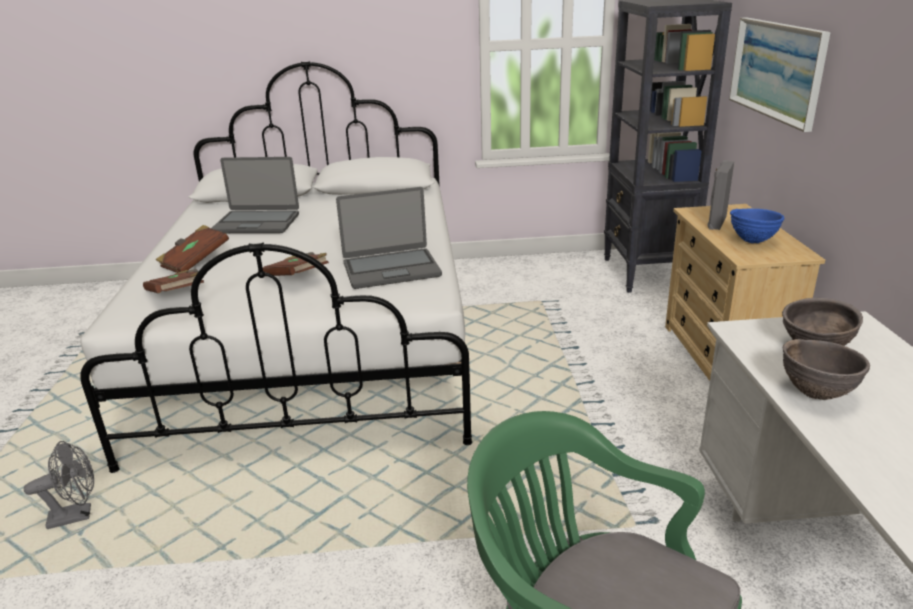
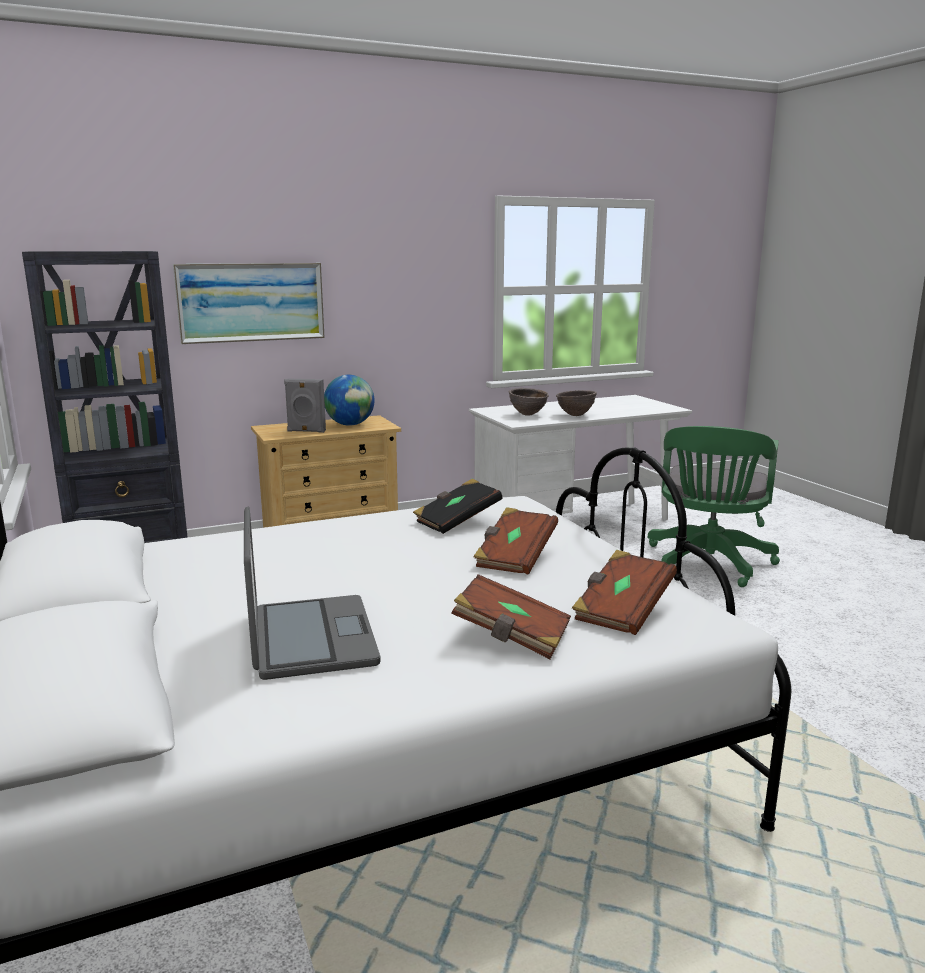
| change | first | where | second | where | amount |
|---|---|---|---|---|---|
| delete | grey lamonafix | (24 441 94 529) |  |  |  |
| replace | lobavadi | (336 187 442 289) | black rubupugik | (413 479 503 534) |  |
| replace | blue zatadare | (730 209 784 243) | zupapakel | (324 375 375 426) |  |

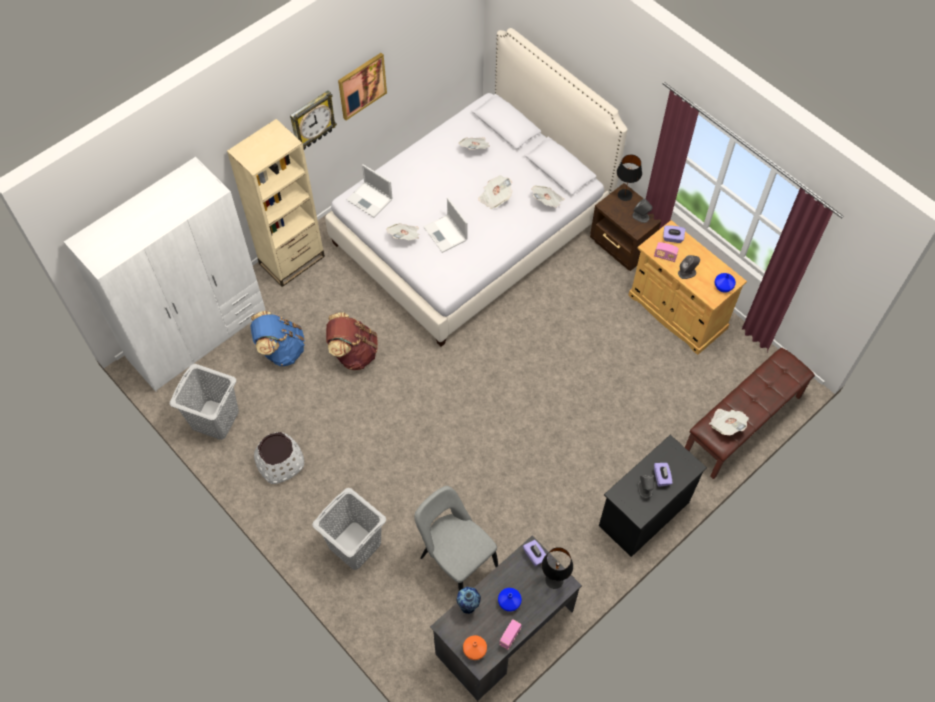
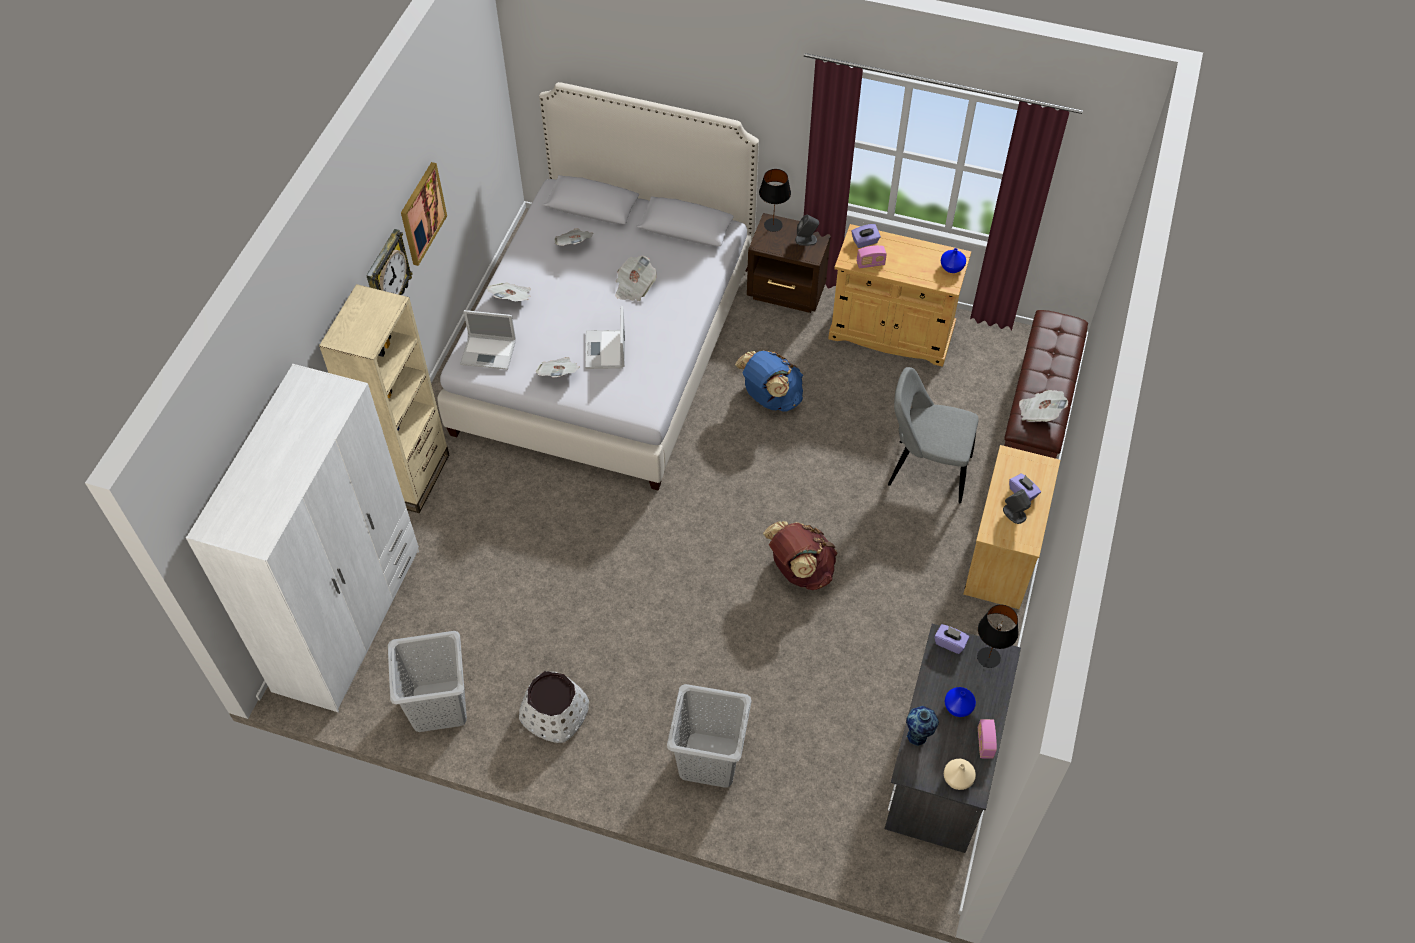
| change | first | where | second | where | amount |
|---|---|---|---|---|---|
| move | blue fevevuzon | (250 311 305 366) |  | (735 350 803 412) |  |
| move | brown fevevuzon | (326 312 378 370) |  | (763 521 838 590) |  |
| move | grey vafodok | (414 486 498 591) |  | (888 367 979 503) |  |
| rotate | lobavadi | (424 198 468 253) |  | (585 306 625 369) | 60 degrees clockwise |
| recolor | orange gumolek | (463 635 487 660) | beige gumolek | (944 759 976 790) |  |
| move | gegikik | (531 185 565 208) |  | (487 282 531 301) |  |
| recolor | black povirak | (599 435 707 557) | beige povirak | (964 445 1060 609) |  |
| delete | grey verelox | (678 255 700 279) |  |  |  |

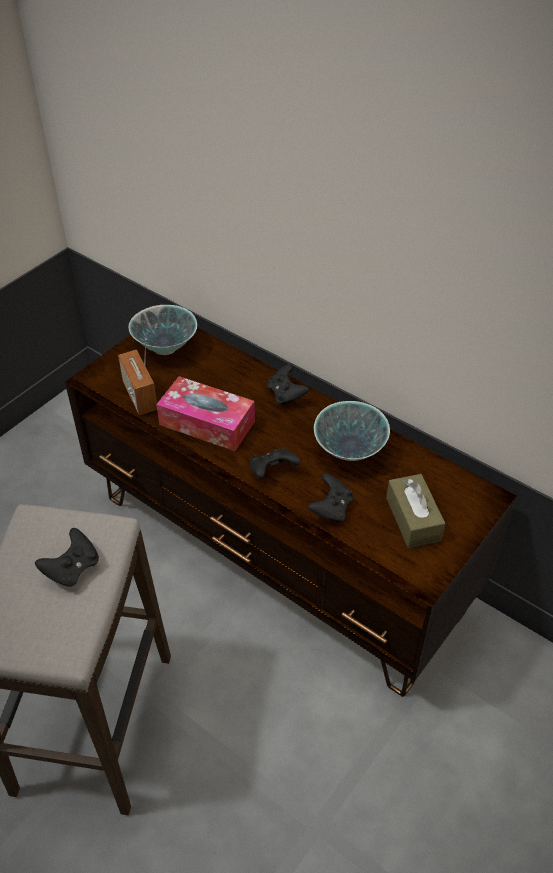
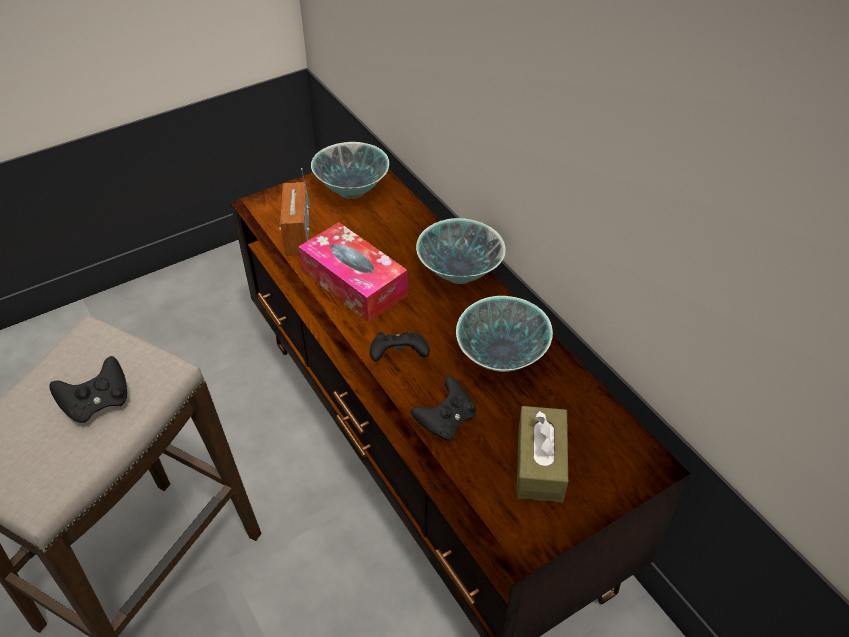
| change | first | where | second | where | amount |
|---|---|---|---|---|---|
| replace | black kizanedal | (267 363 310 406) | zatadare | (416 218 506 284) |  |

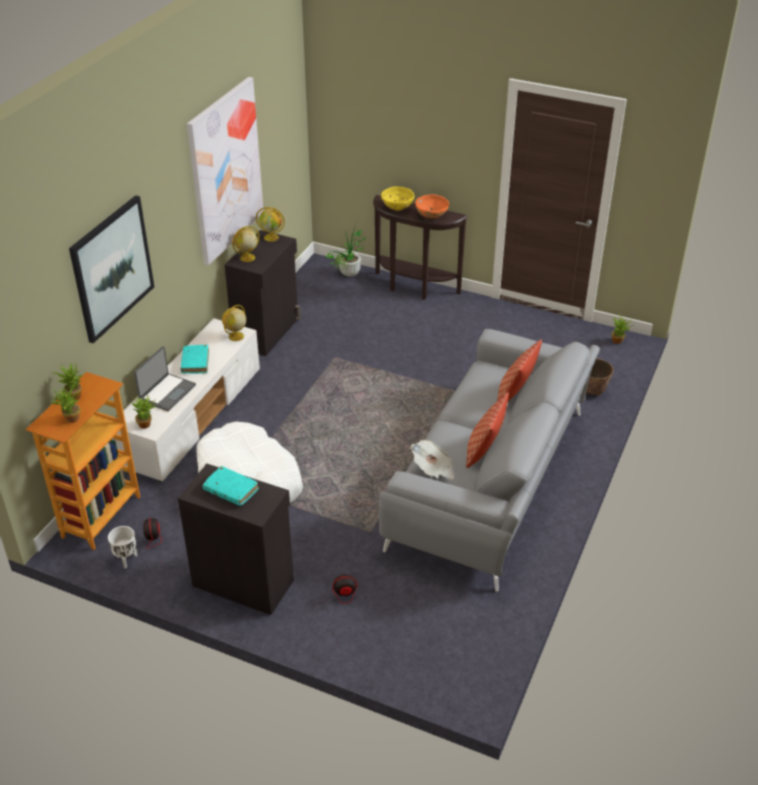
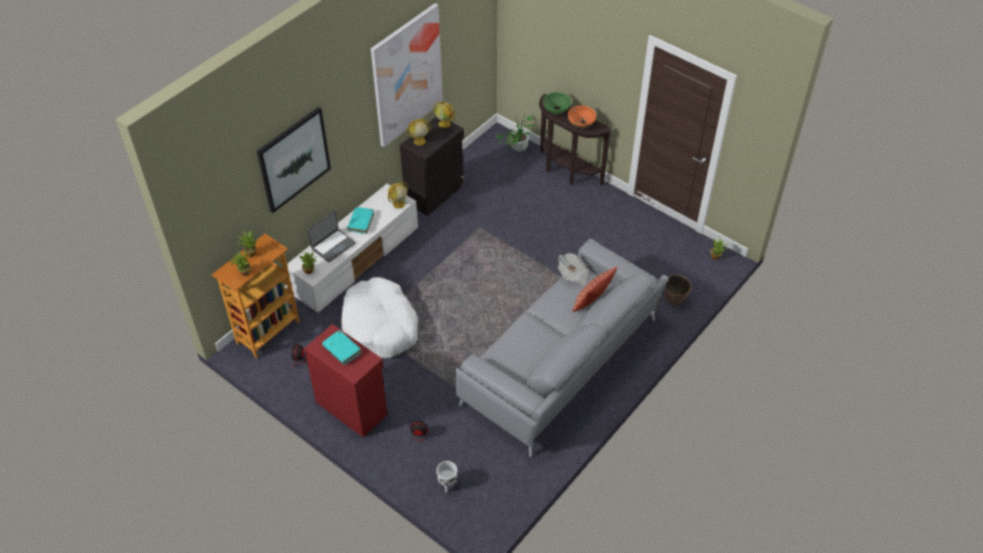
| change | first | where | second | where | amount |
|---|---|---|---|---|---|
| move | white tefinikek | (108 526 138 569) |  | (436 461 457 492) |  |
| recolor | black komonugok | (178 464 294 615) | red komonugok | (304 324 387 438) |  |
| recolor | yellow zatadare | (381 186 414 211) | green zatadare | (543 92 571 115) |  |
| move | gegikik | (411 440 454 479) |  | (558 253 588 285) |  |
| delete | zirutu | (466 392 509 468) |  |  |  |

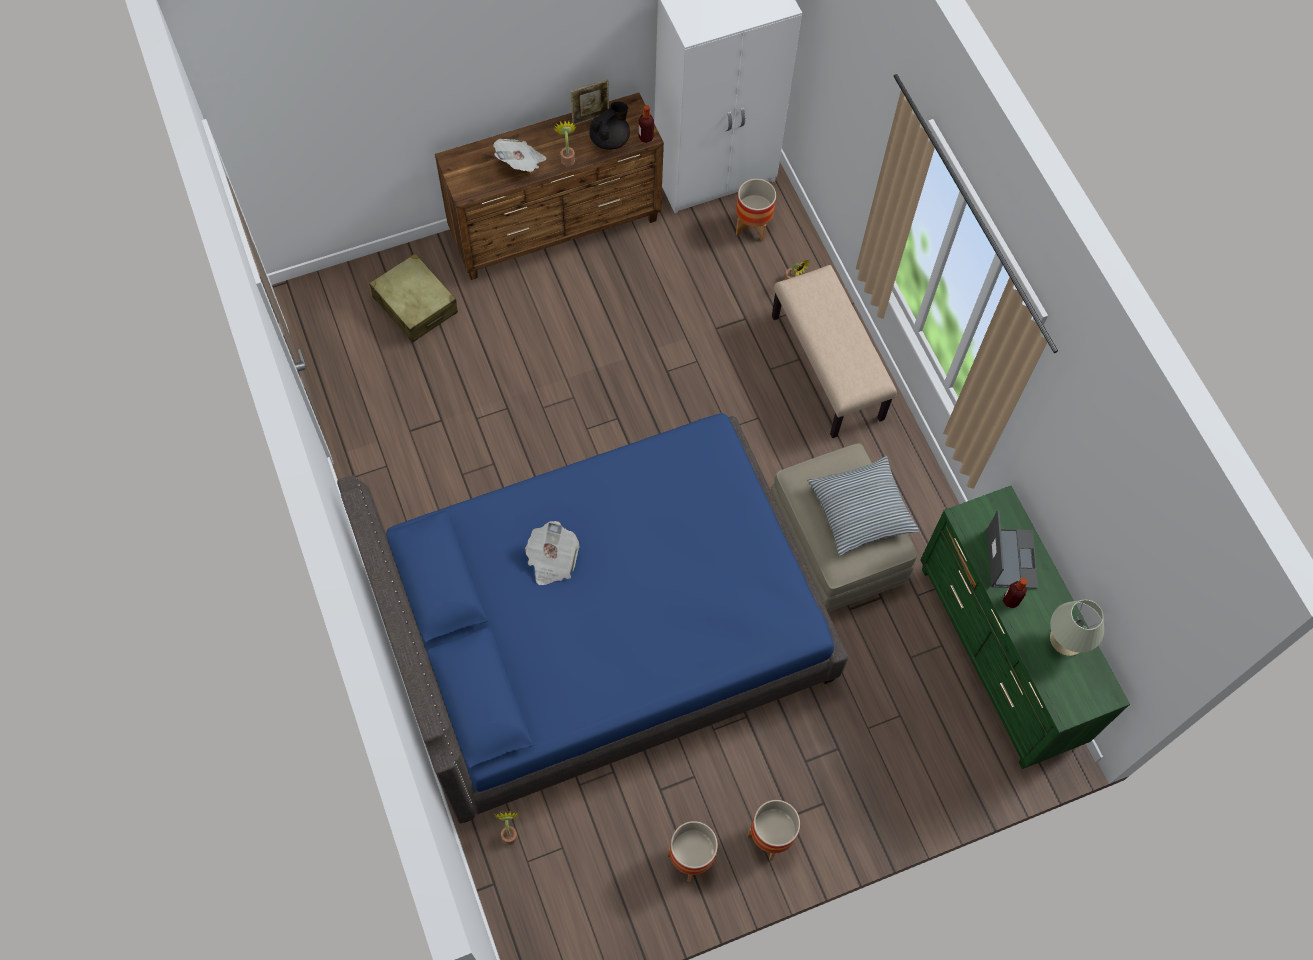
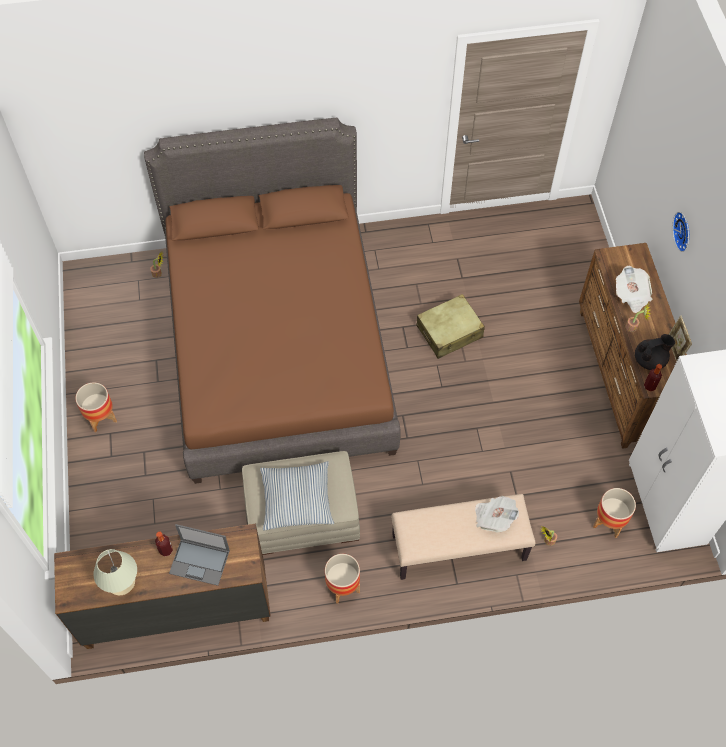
| change | first | where | second | where | amount |
|---|---|---|---|---|---|
| recolor | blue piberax | (337 413 848 823) | brown piberax | (144 117 401 484) |  |
| move | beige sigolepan | (369 253 458 343) |  | (416 294 485 359) |  |
| move | gegikik | (525 521 580 585) |  | (475 496 519 533) |  |
| rotate | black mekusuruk | (589 102 630 150) |  | (635 334 675 370) | 75 degrees counterclockwise |
| move | tefinikek | (668 821 718 882) |  | (325 554 360 604) |  |
| recolor | green povirak | (920 486 1130 769) | brown povirak | (54 524 271 649) |  |
| insert |  |  | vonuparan | (672 212 689 252) |  |

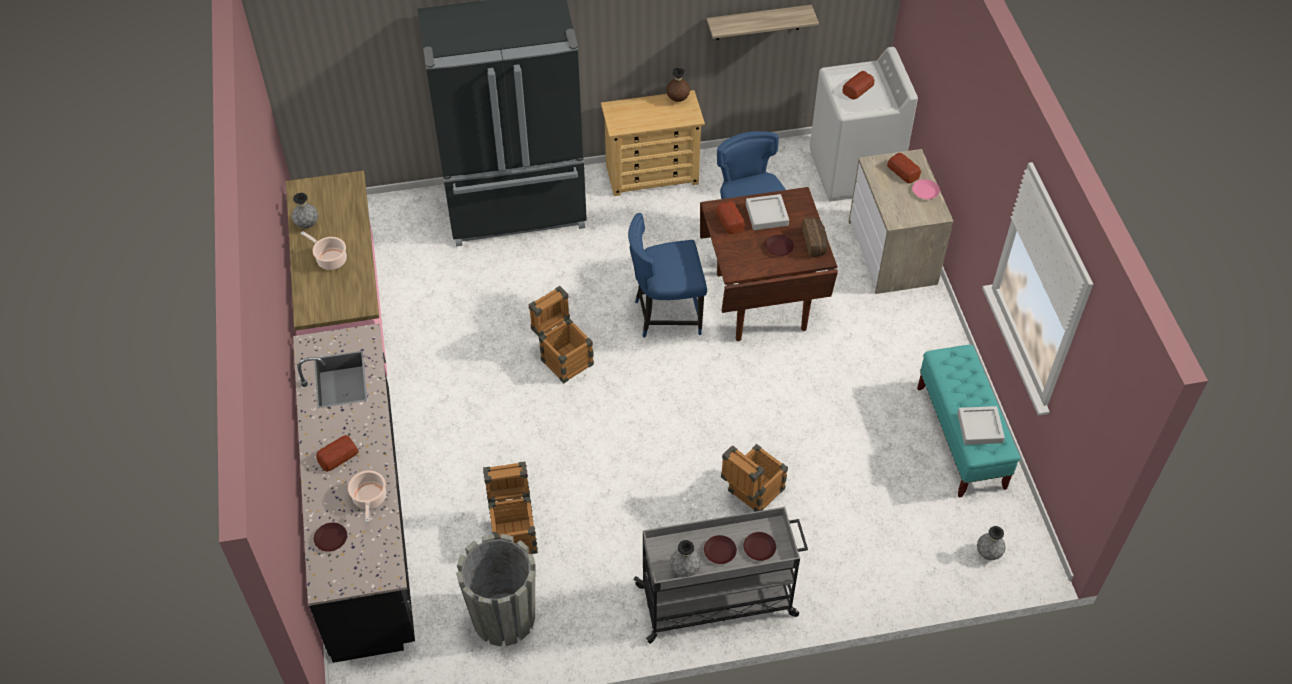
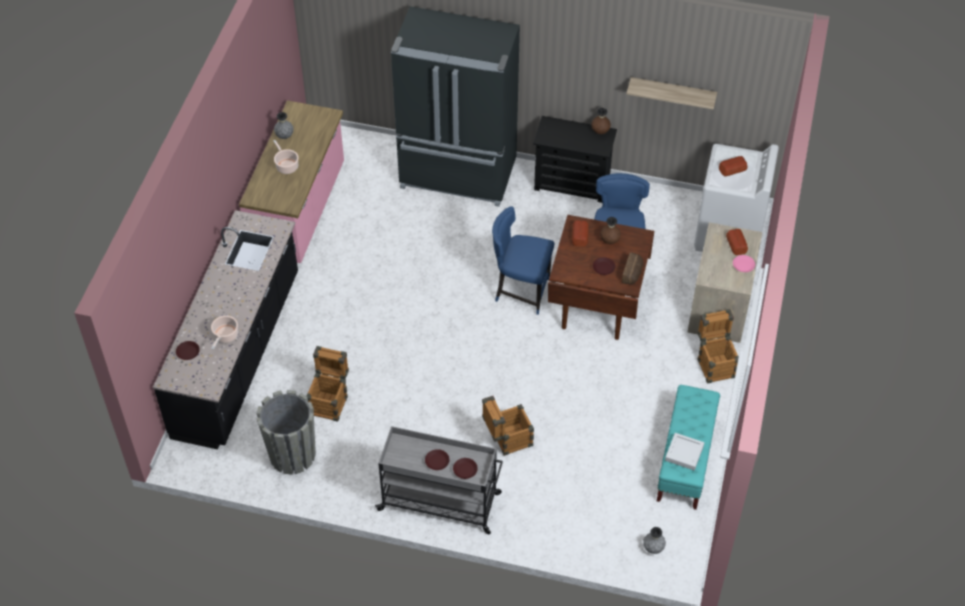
| change | first | where | second | where | amount |
|---|---|---|---|---|---|
| delete | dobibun | (316 435 358 472) |  |  |  |
| move | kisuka | (529 286 594 384) |  | (697 309 739 384) |  |
| recolor | beige povirak | (601 90 705 196) | black povirak | (533 116 617 203) |  |
| delete | grey gumolek | (670 540 701 577) |  |  |  |
| replace | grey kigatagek | (746 194 789 230) | brown gumolek | (600 217 621 244) |  |

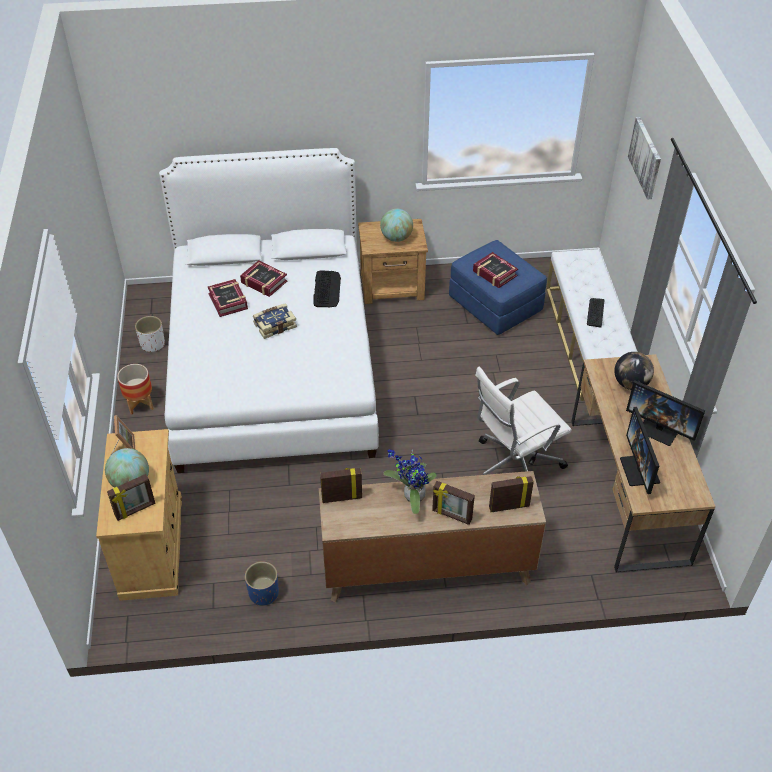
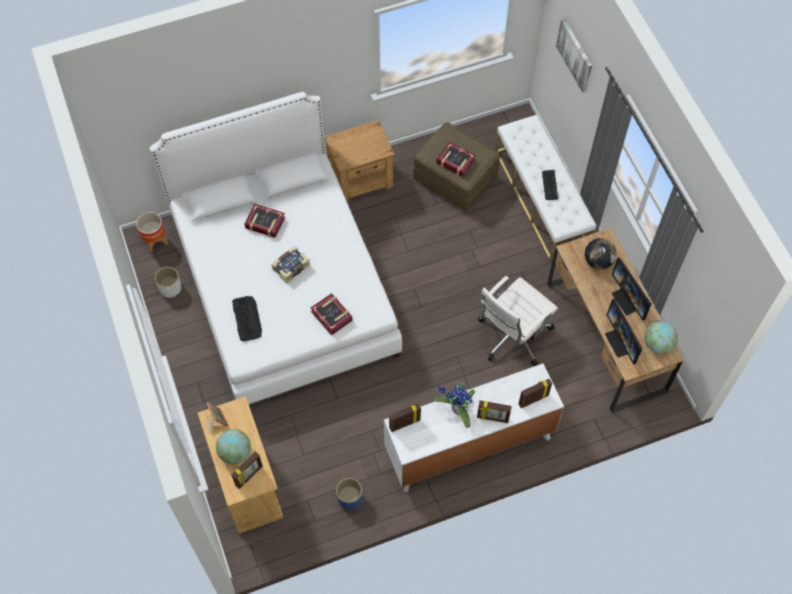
| change | first | where | second | where | amount |
|---|---|---|---|---|---|
| move | tefinikek | (117 364 154 415) |  | (136 212 168 253) |  |
| move | rubupugik | (208 279 248 317) |  | (311 293 353 336) |  |
| move | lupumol | (313 270 341 308) |  | (232 296 262 341) |  |
| recolor | brown povirak | (319 471 546 602) | white povirak | (384 363 564 492) |  |
| move | zupapakel | (380 209 413 242) |  | (644 320 678 353) |  |
| recolor | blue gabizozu | (449 240 547 335) | brown gabizozu | (413 122 500 211) |  |
| rotate | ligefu | (626 380 705 446) |  | (612 257 651 320) | 45 degrees clockwise |

